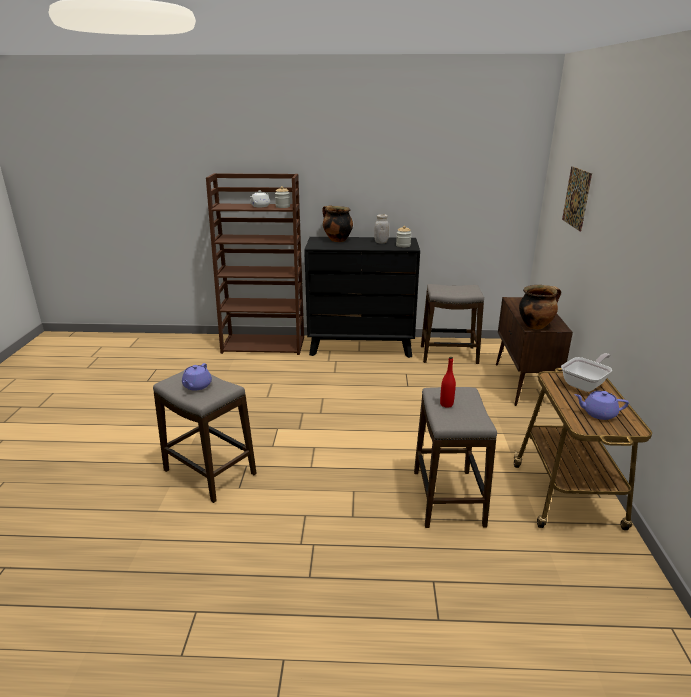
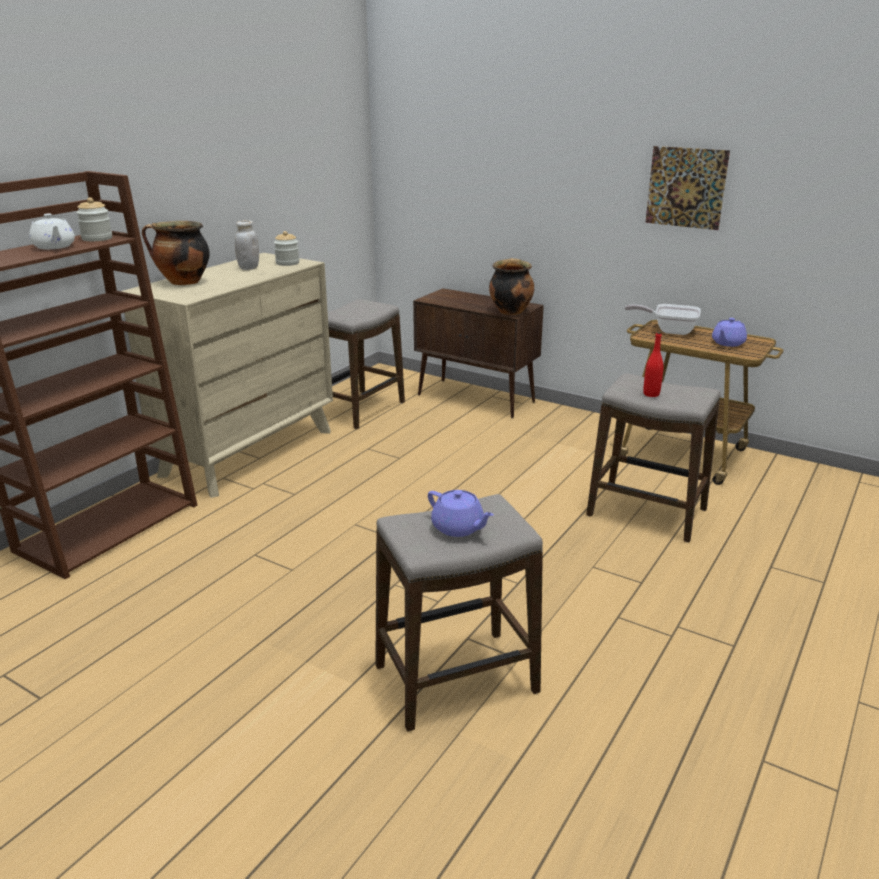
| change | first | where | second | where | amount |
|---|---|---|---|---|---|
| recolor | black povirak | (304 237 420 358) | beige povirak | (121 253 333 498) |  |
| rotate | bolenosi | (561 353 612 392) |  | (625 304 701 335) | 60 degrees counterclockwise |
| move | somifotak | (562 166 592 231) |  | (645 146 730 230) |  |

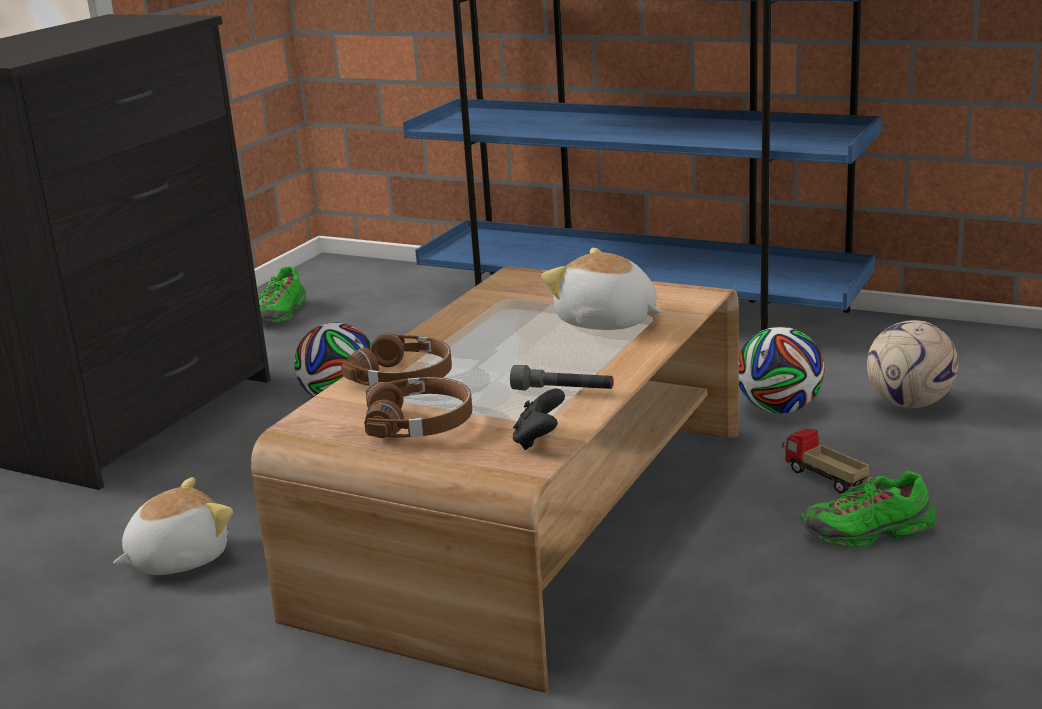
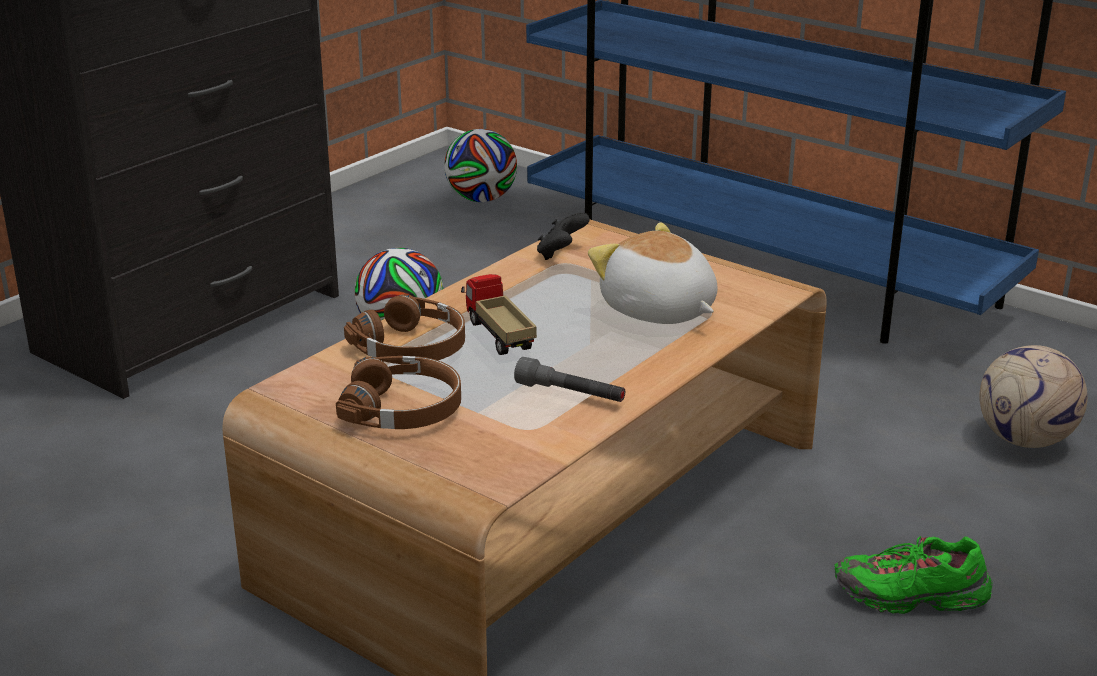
| change | first | where | second | where | amount |
|---|---|---|---|---|---|
| delete | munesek | (113 477 233 575) |  |  |  |
| delete | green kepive | (259 267 306 322) |  |  |  |
| move | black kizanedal | (513 389 565 450) |  | (537 212 590 260) |  |
| move | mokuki | (739 327 825 414) |  | (444 129 517 202) |  |
| move | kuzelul | (782 429 870 493) |  | (461 274 537 355) |  |

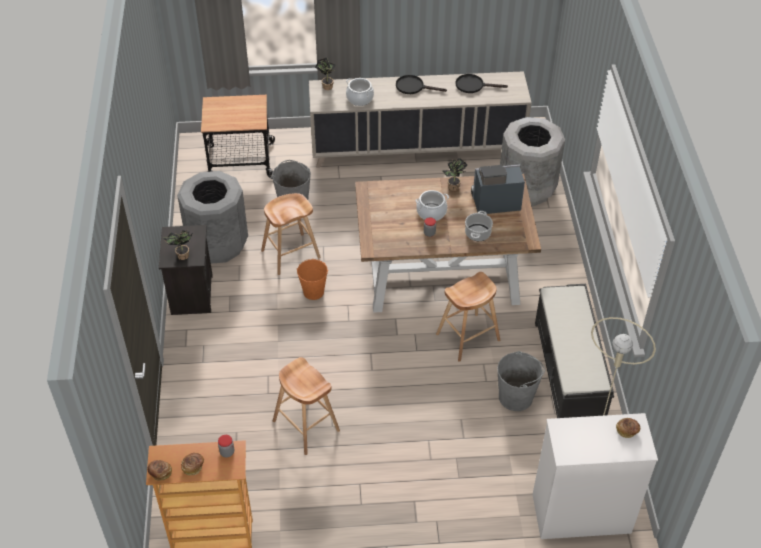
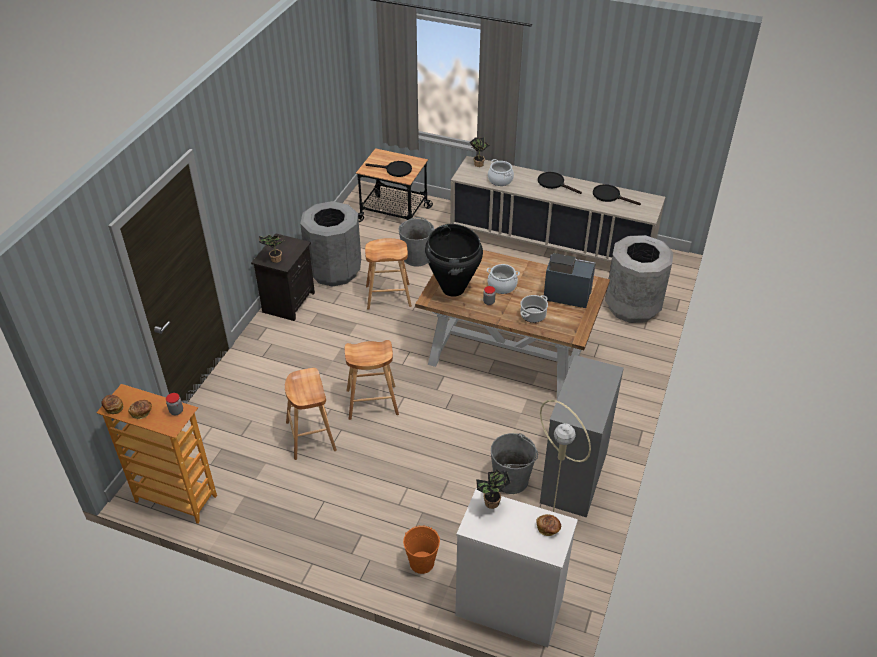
| change | first | where | second | where | amount |
|---|---|---|---|---|---|
| move | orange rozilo | (297 259 328 300) |  | (403 525 440 574) |  |
| move | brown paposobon | (436 272 500 362) |  | (345 340 399 420) |  |
| move | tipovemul | (443 158 468 191) |  | (476 469 510 509) |  |
| replace | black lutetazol | (535 284 614 418) | grey povirak | (540 355 624 518) |  |
| insert |  |  | black bolenosi | (366 161 412 177) |  |
| insert |  |  | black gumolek | (425 224 483 297) |  |

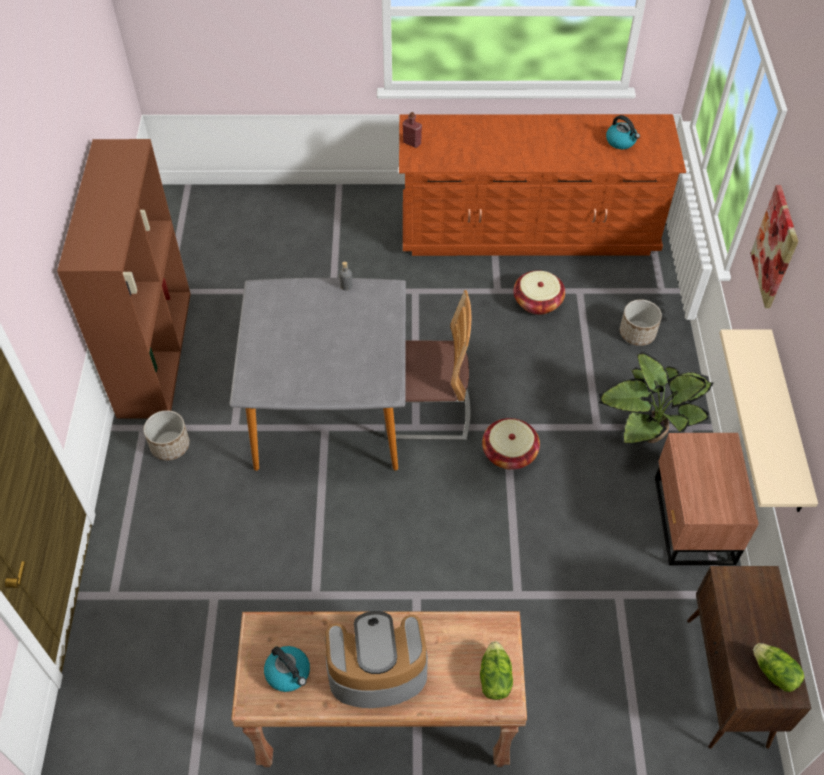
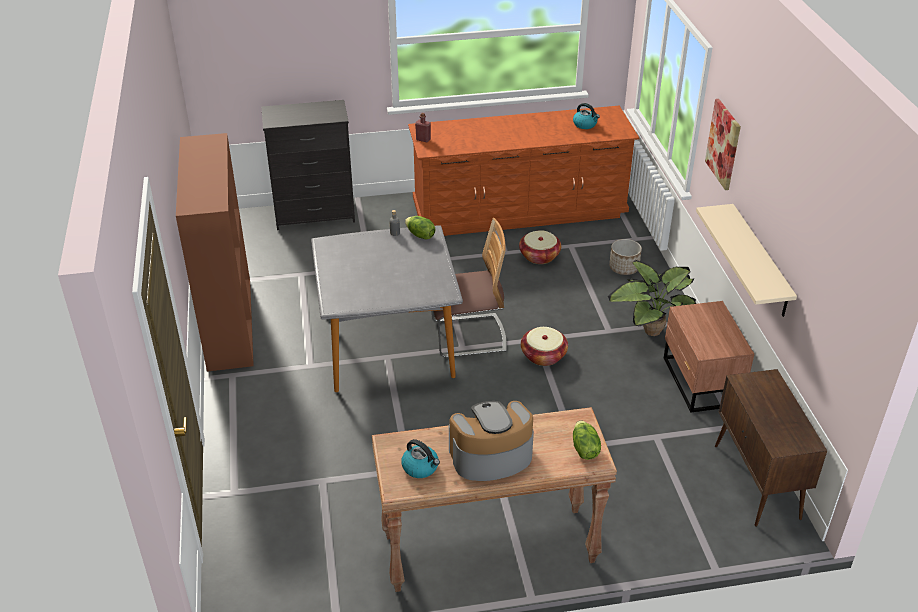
| change | first | where | second | where | amount |
|---|---|---|---|---|---|
| delete | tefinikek | (143 410 190 461) |  |  |  |
| move | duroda | (753 643 804 692) |  | (405 216 435 240) |  |
| insert |  |  | black povirak | (262 100 355 230) |  |

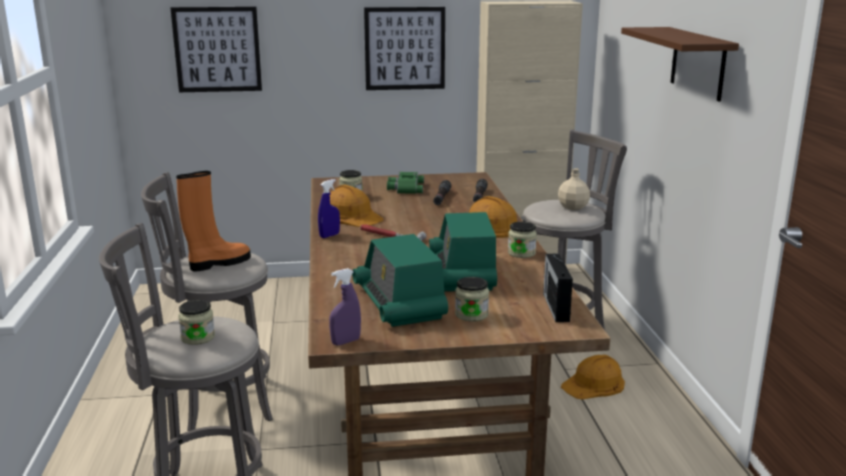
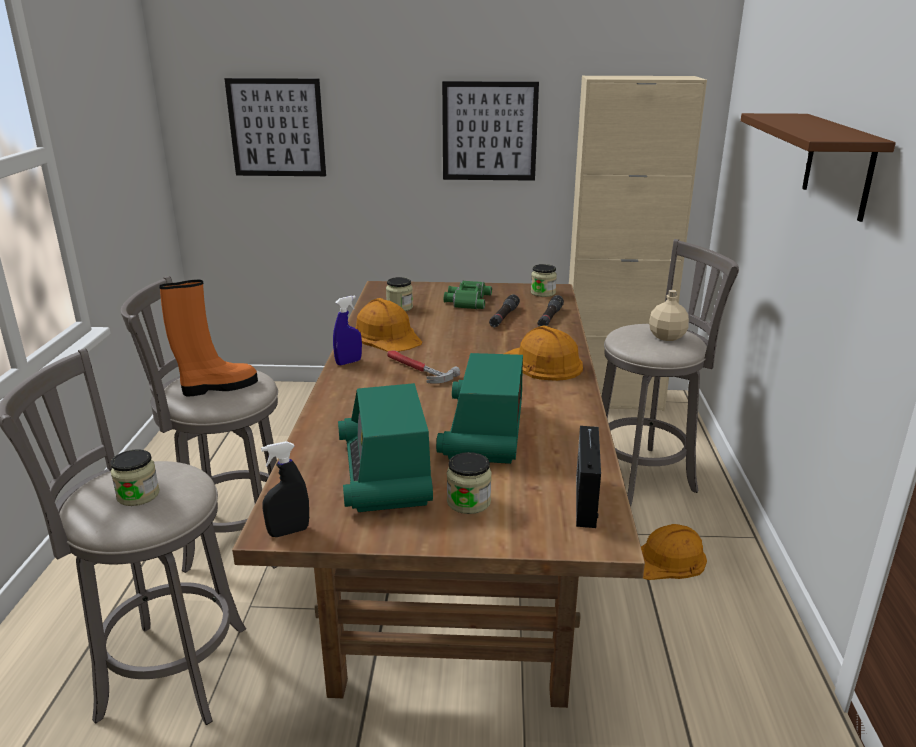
| change | first | where | second | where | amount |
|---|---|---|---|---|---|
| recolor | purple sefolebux | (329 268 361 345) | black sefolebux | (261 441 309 537) |  |
| move | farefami | (508 222 537 258) |  | (531 264 557 297) |  |

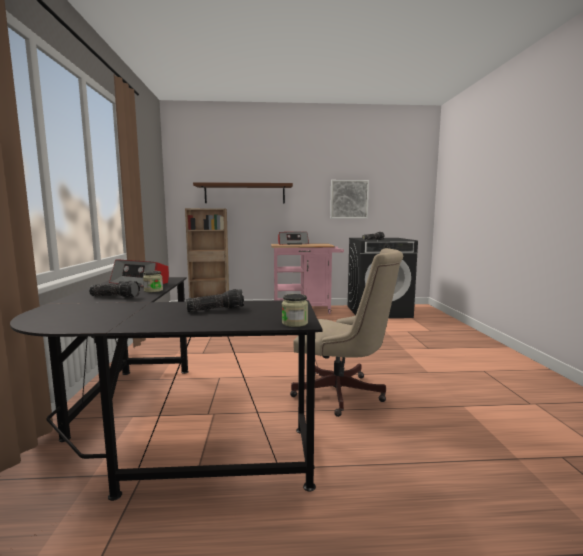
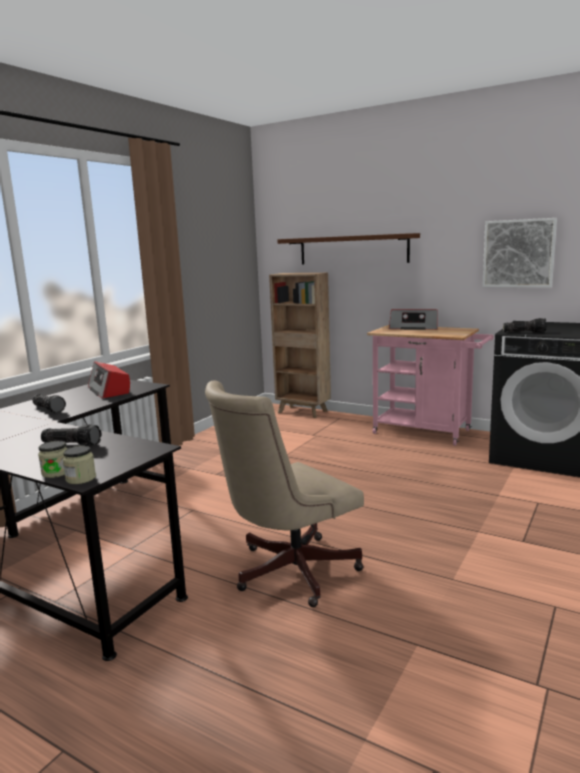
| change | first | where | second | where | amount |
|---|---|---|---|---|---|
| move | farefami | (143 271 163 292) |  | (38 441 68 478) |  |
| rotate | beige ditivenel | (290 248 403 417) |  | (205 380 364 607) | 90 degrees clockwise |

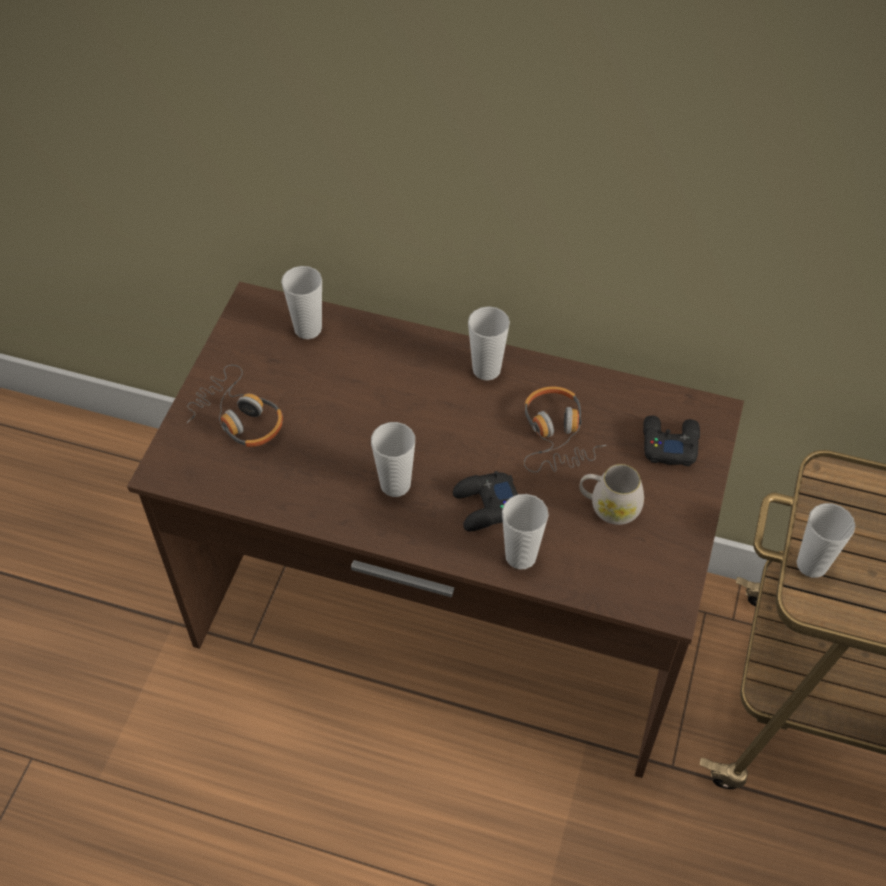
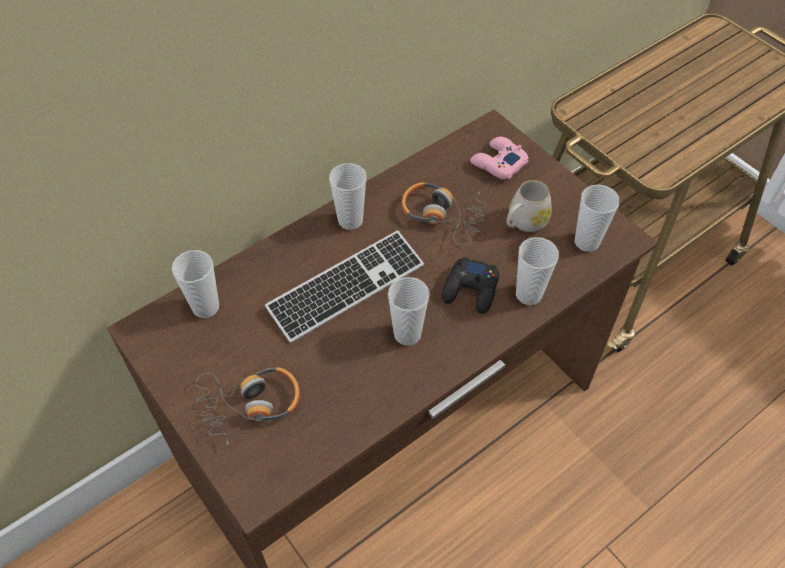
| change | first | where | second | where | amount |
|---|---|---|---|---|---|
| recolor | black kizanedal | (643 416 700 466) | pink kizanedal | (470 137 529 180) |  |
| move | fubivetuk | (797 503 855 578) |  | (574 184 620 252) |  |
| insert |  |  | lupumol | (265 230 424 343) |  |

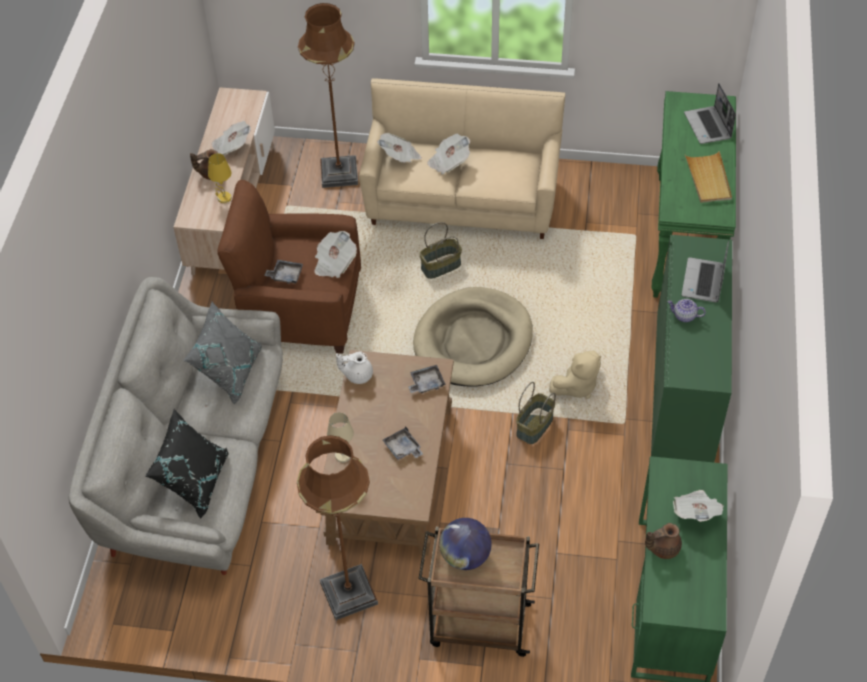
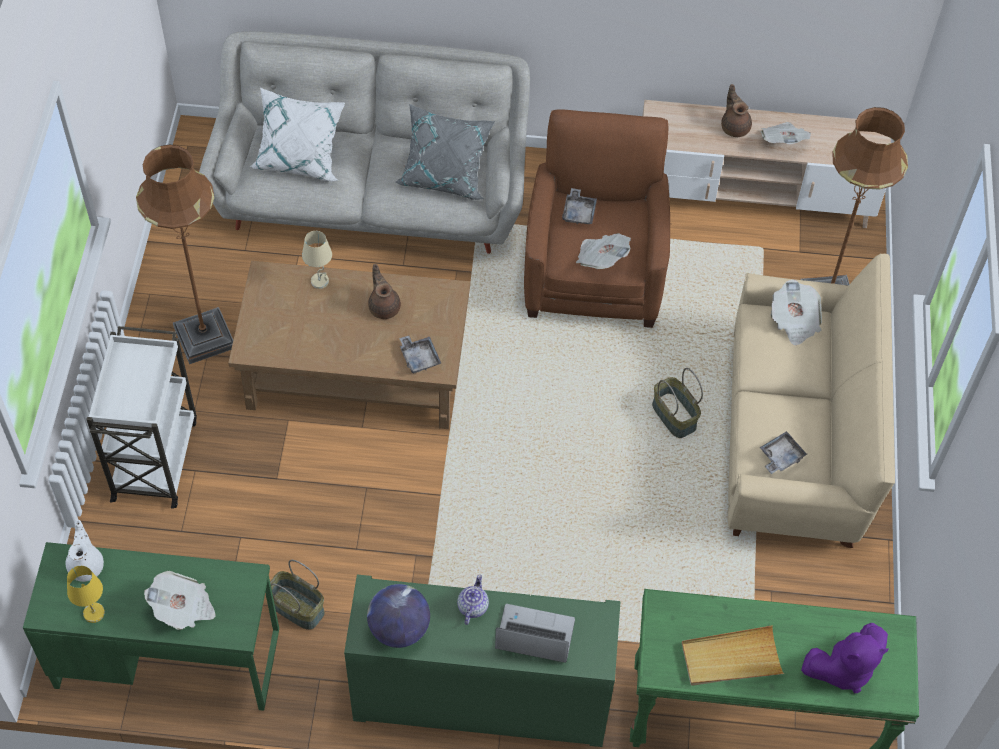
| change | first | where | second | where | amount |
|---|---|---|---|---|---|
| recolor | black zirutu | (145 409 229 519) | white zirutu | (250 88 345 181) |  |
| move | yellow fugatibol | (208 153 232 203) |  | (67 566 105 623) |  |
| move | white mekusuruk | (336 351 373 384) |  | (66 519 104 582) |  |
| move | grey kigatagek | (383 426 423 460) |  | (760 431 807 474) |  |
| delete | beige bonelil | (413 287 533 387) |  |  |  |
| recolor | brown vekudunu | (418 527 539 657) | white vekudunu | (86 326 197 509) |  |
| delete | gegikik | (427 134 471 175) |  |  |  |
| move | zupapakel | (440 518 492 570) |  | (367 584 430 648) |  |
| move | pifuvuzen | (516 382 556 444) |  | (270 560 325 630) |  |
| delete | beige munesek | (549 351 601 399) |  |  |  |
| move | brown mekusuruk | (645 523 682 559) |  | (368 264 401 319) |  |
| replace | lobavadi | (684 83 736 144) | purple munesek | (801 623 889 693) |  |

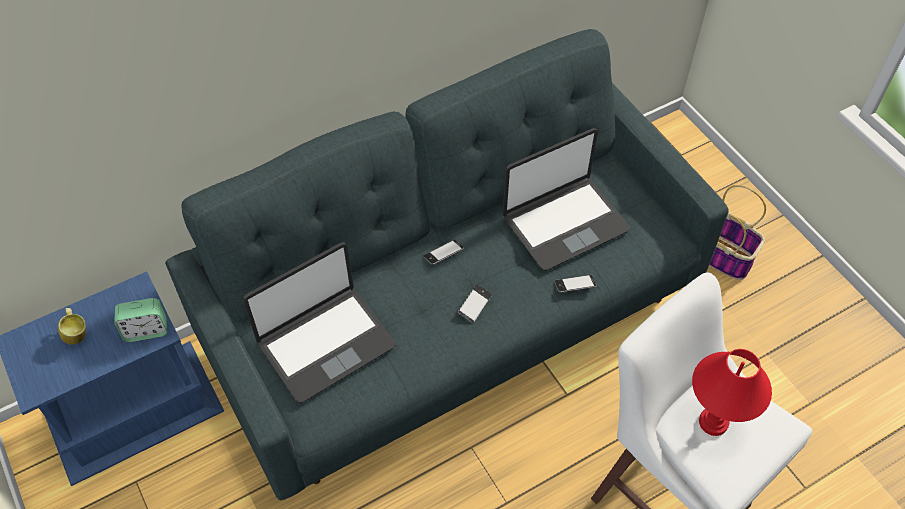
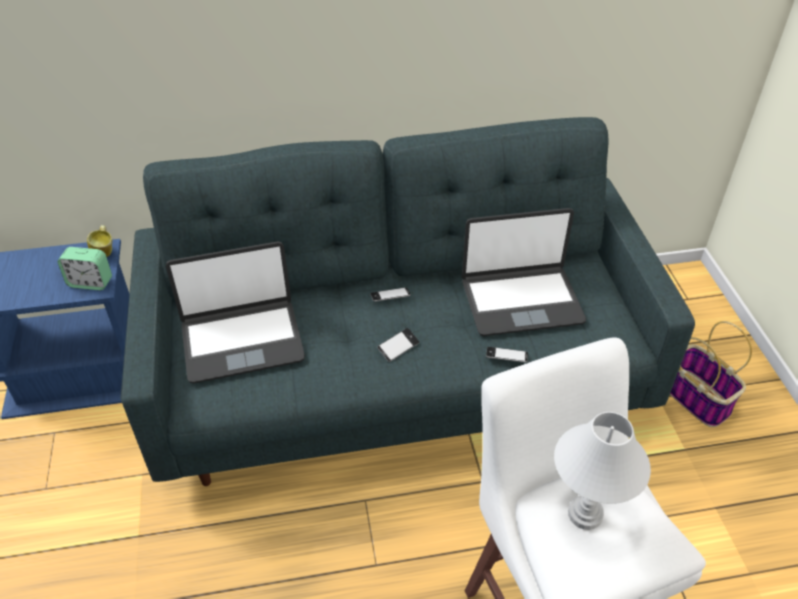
| change | first | where | second | where | amount |
|---|---|---|---|---|---|
| move | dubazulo | (58 308 86 345) |  | (87 225 112 257) |  |
| recolor | red fugatibol | (692 349 772 436) | white fugatibol | (554 412 651 530) |  |

